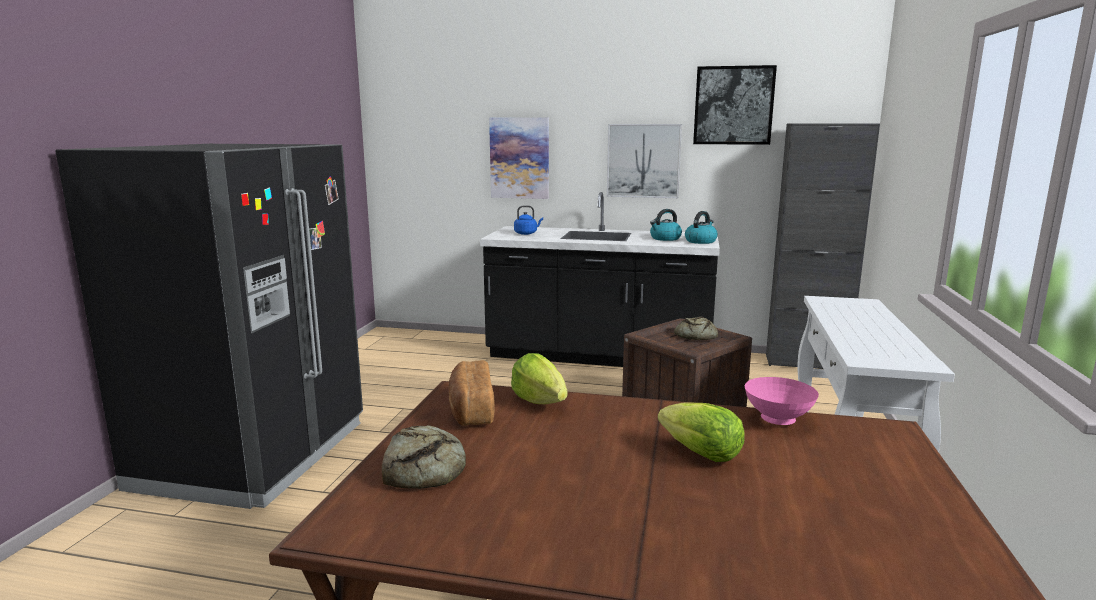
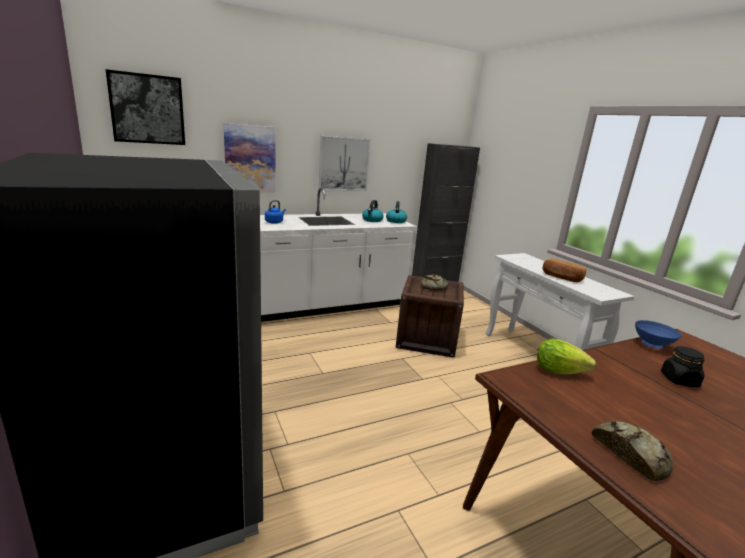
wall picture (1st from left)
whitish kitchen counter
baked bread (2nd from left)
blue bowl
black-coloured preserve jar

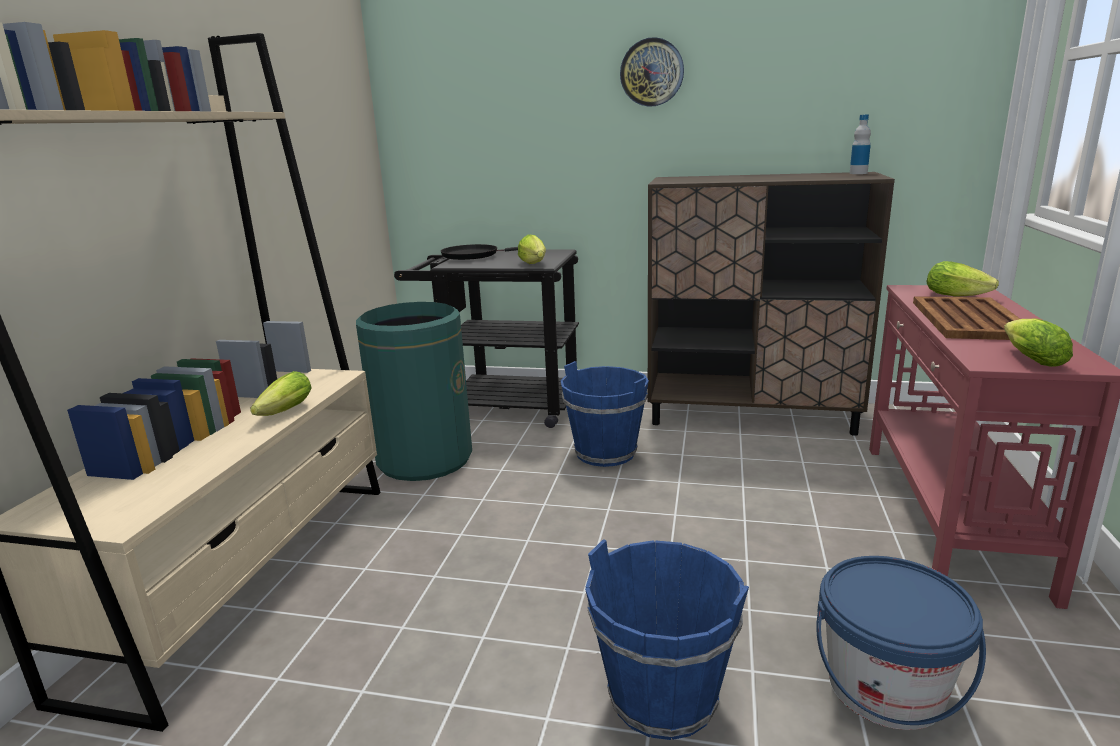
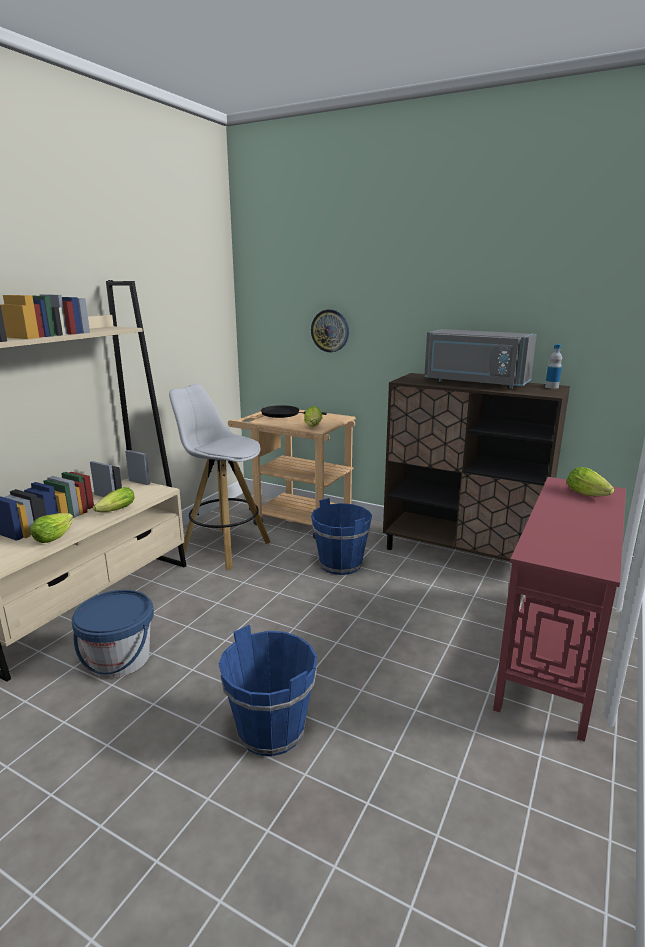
clock on the wall
sand-coloured trolley
brown-coloured serving tray
whitish sitting stool
head of lettuce (1st from left)
blue bucket (1st from left)
grey kitchen microwave

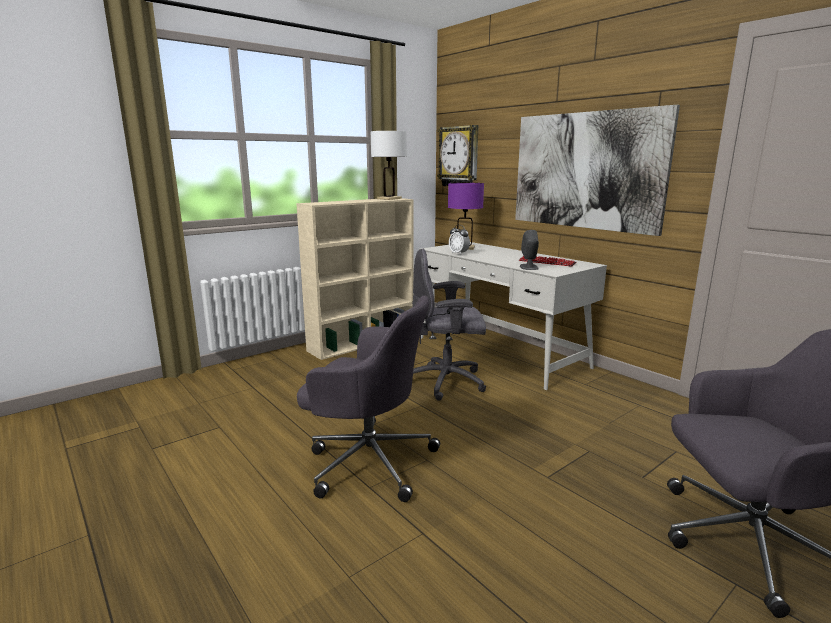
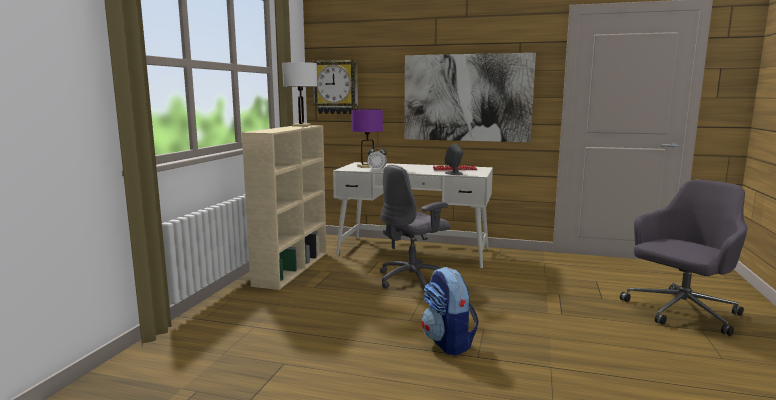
backpack

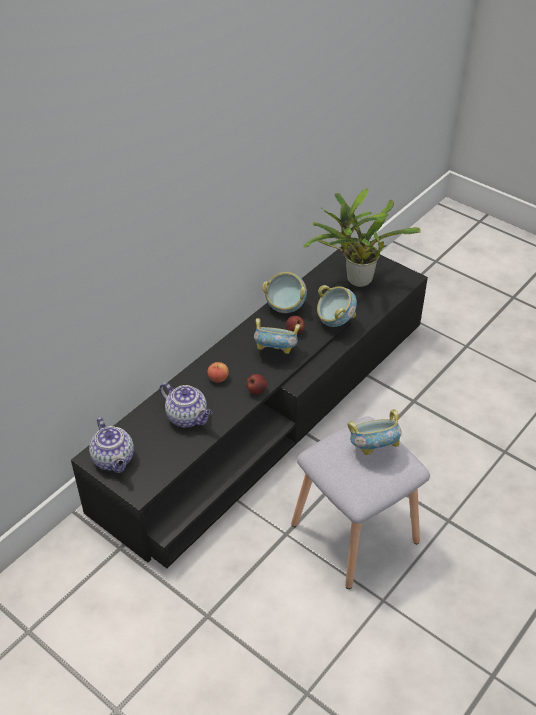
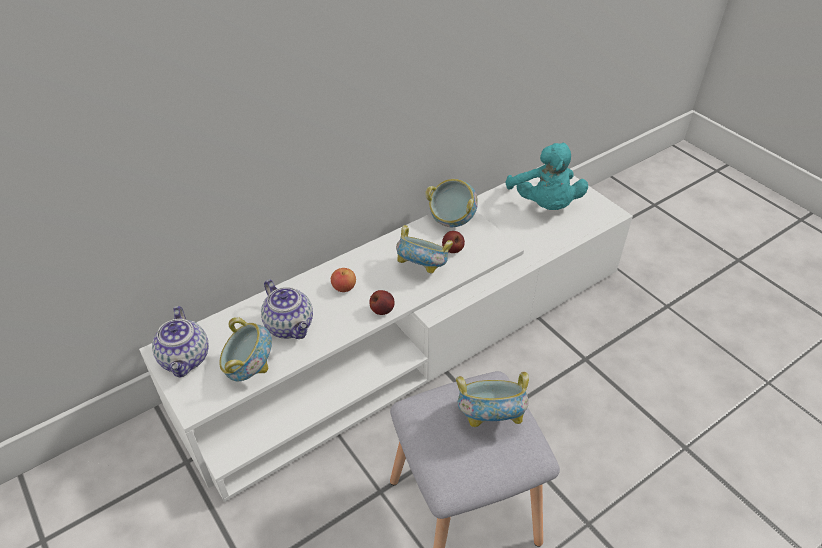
turquoise plush toy
whitish media console
bowl (1st from left)

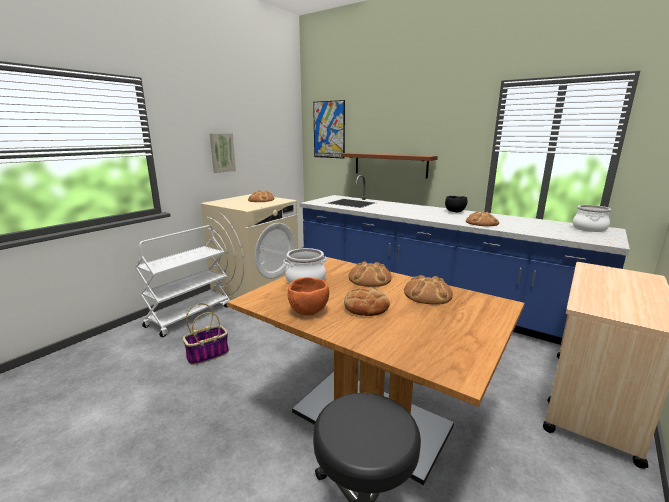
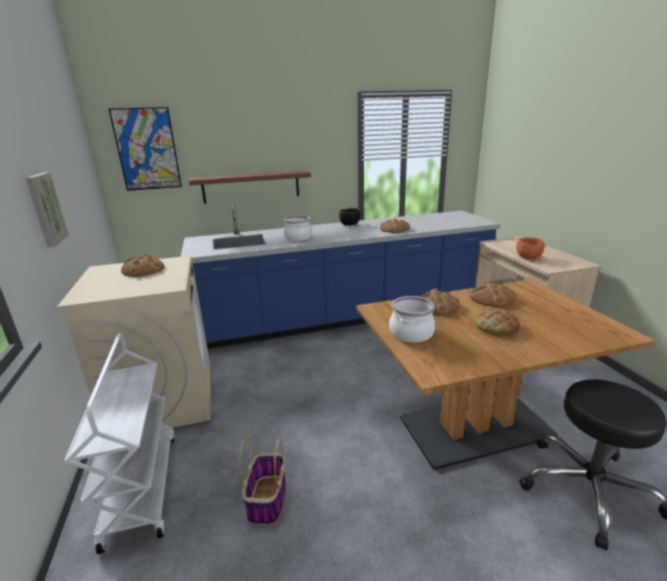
stockpot (1st from left)
orange-coloured bowl

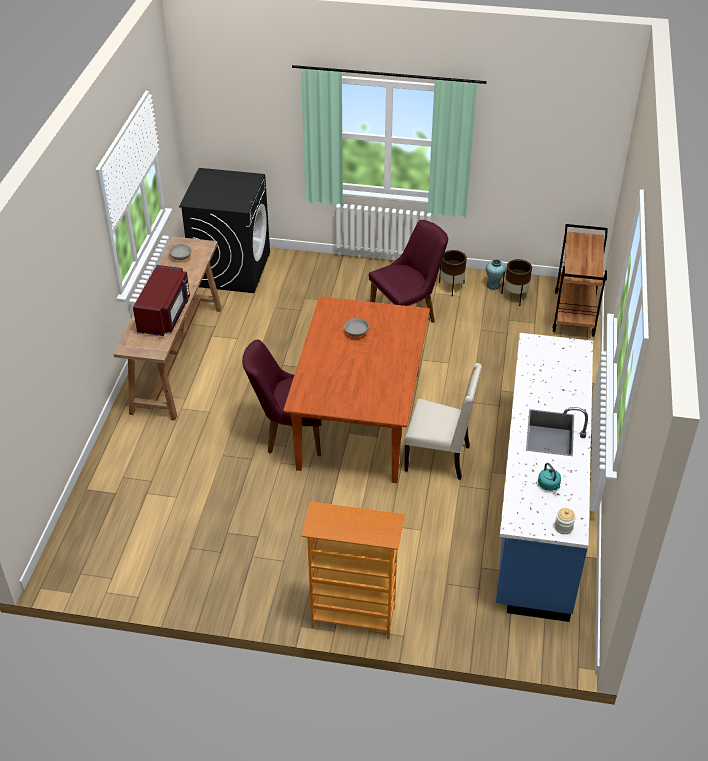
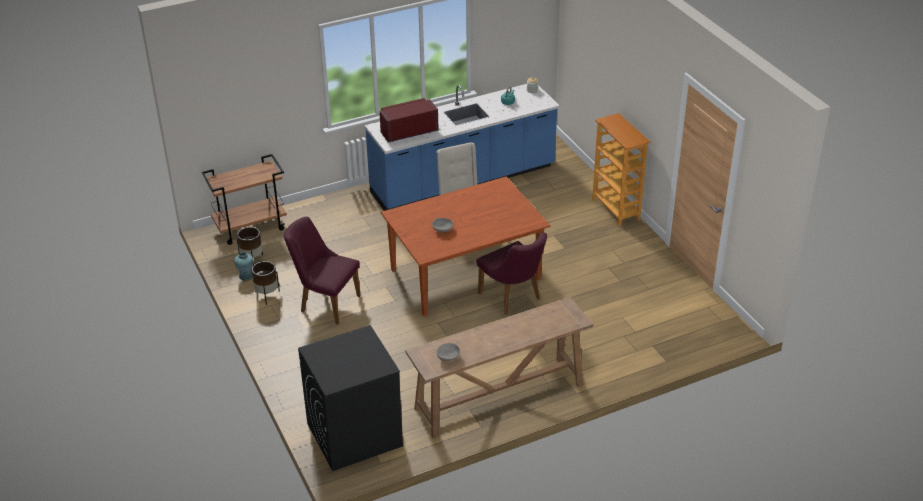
red-coloured kitchen microwave

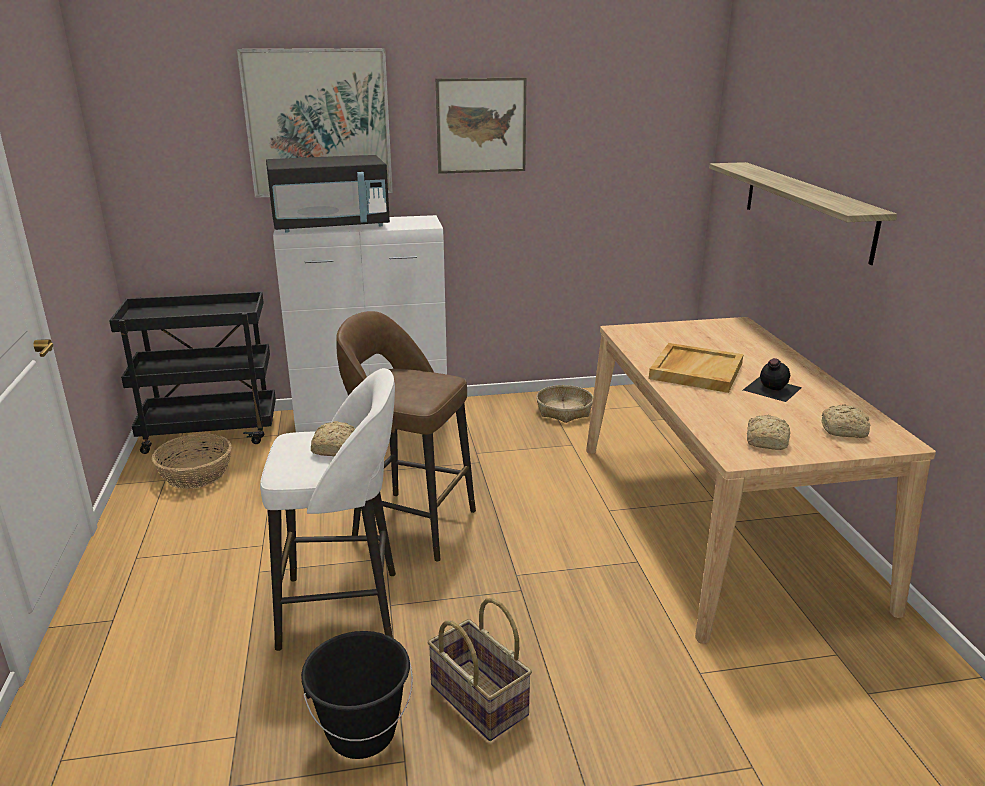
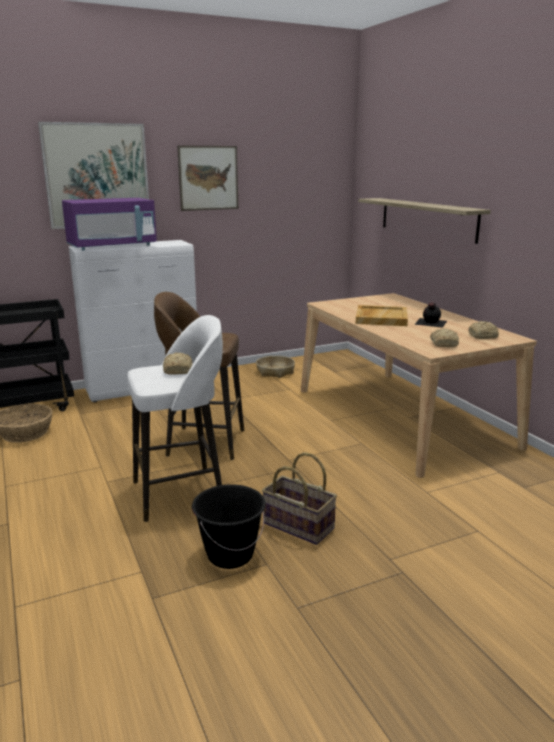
purple-coloured kitchen microwave

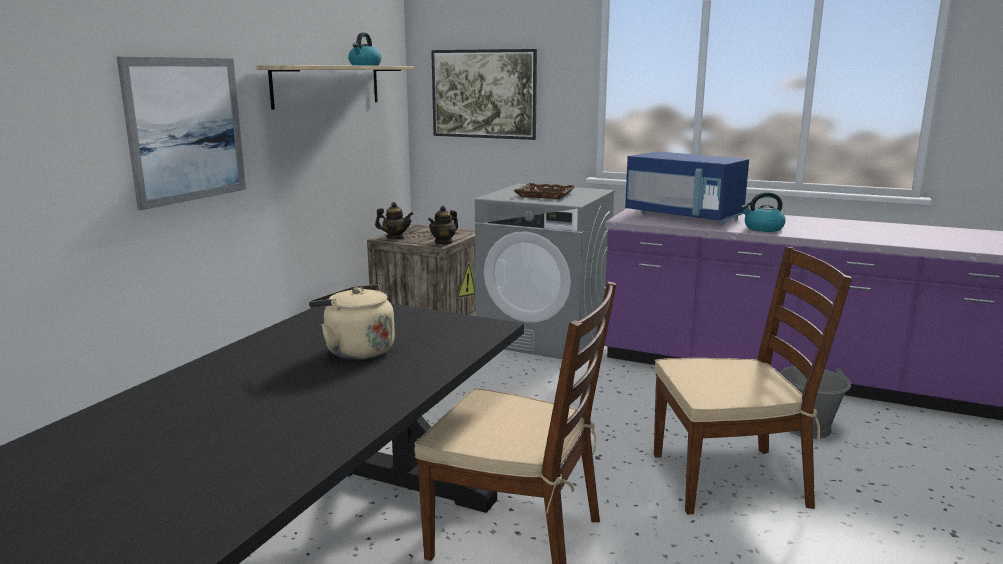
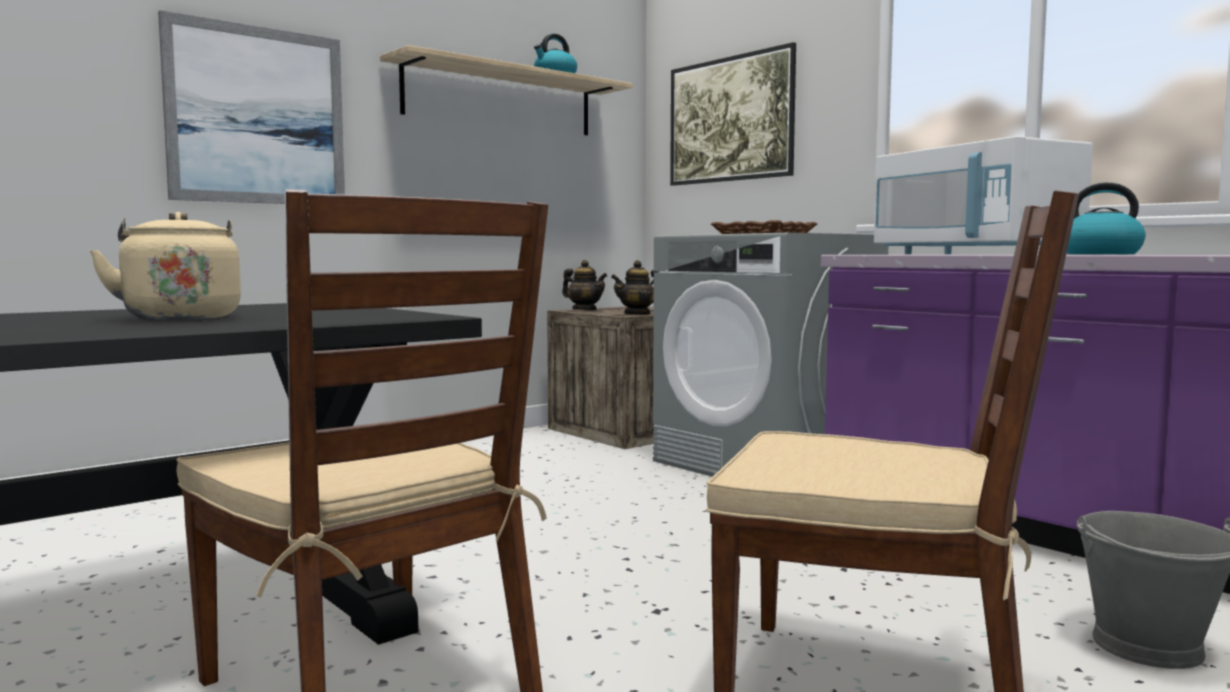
whitish kitchen microwave

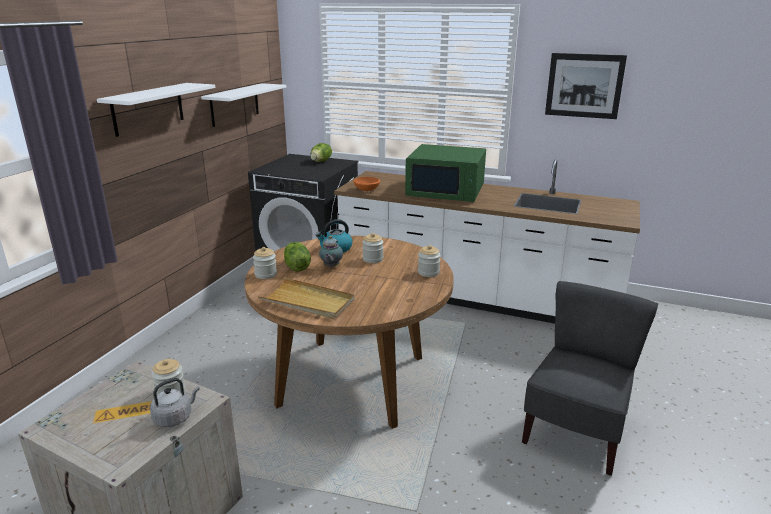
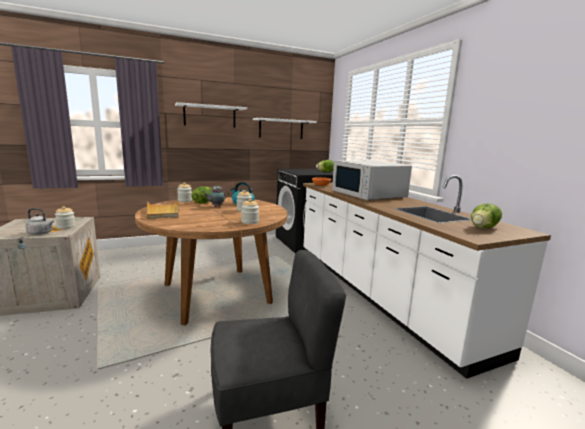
wall picture
whitish kitchen microwave
head of lettuce (3rd from left)

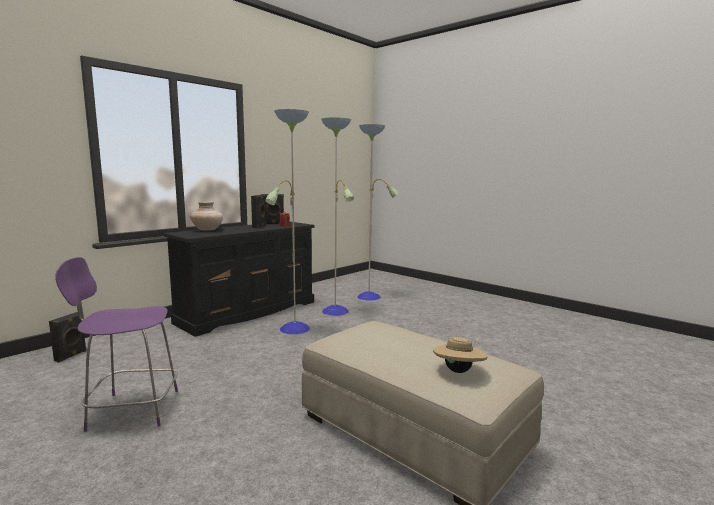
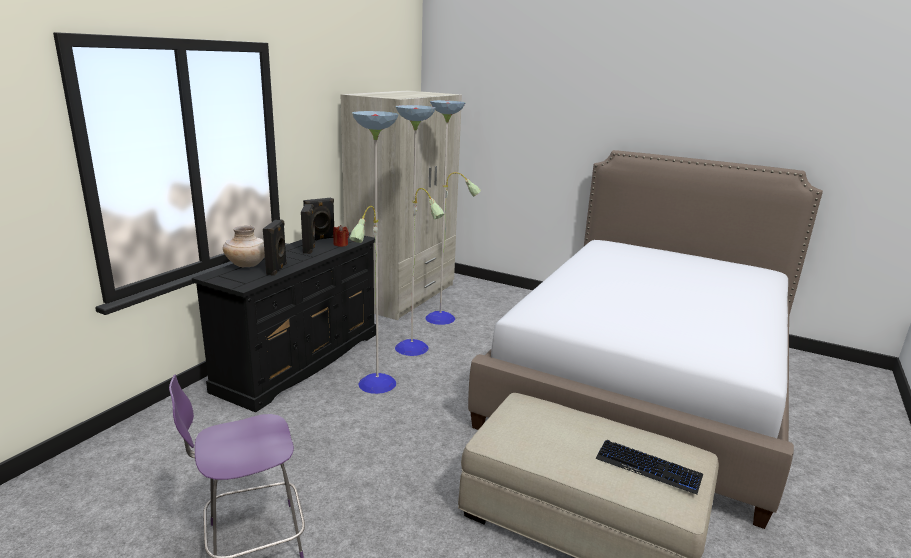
black-coloured speaker (1st from left)
PC keyboard
sand-coloured armoire
bed

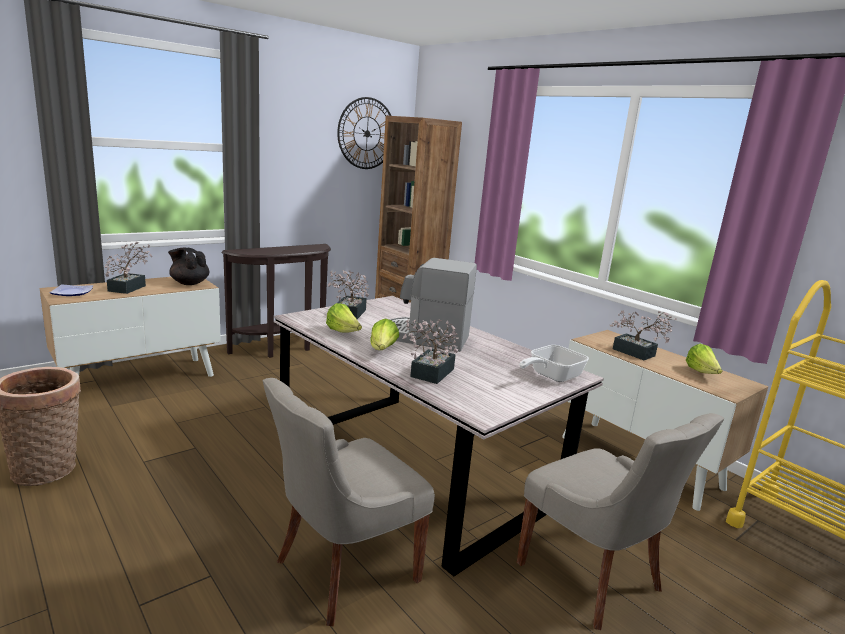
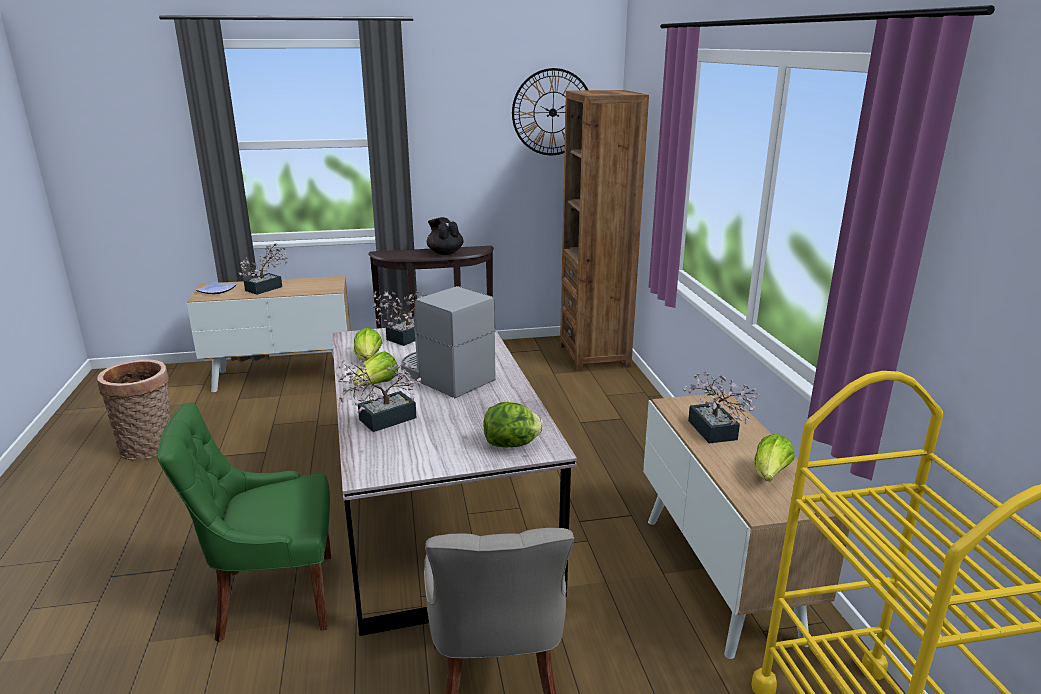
black-coloured pot for tea
head of lettuce (3rd from left)
greenish chair

